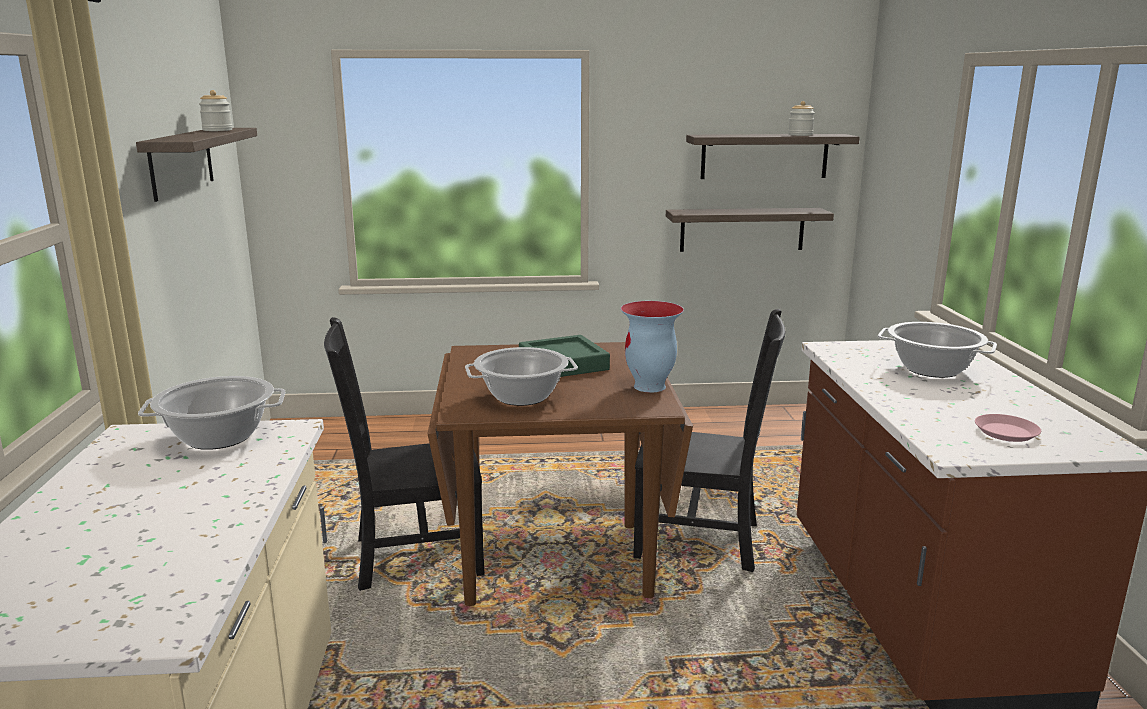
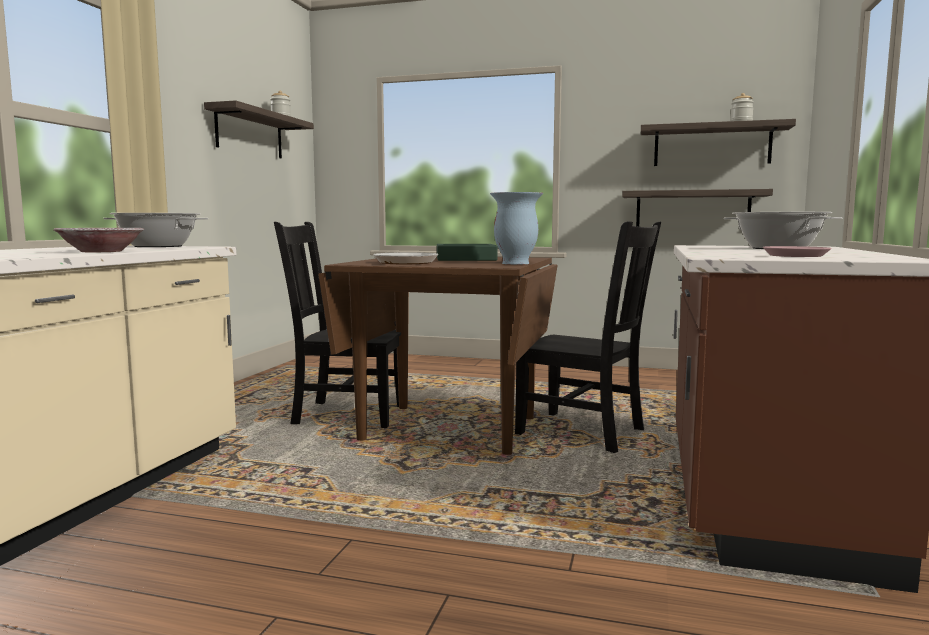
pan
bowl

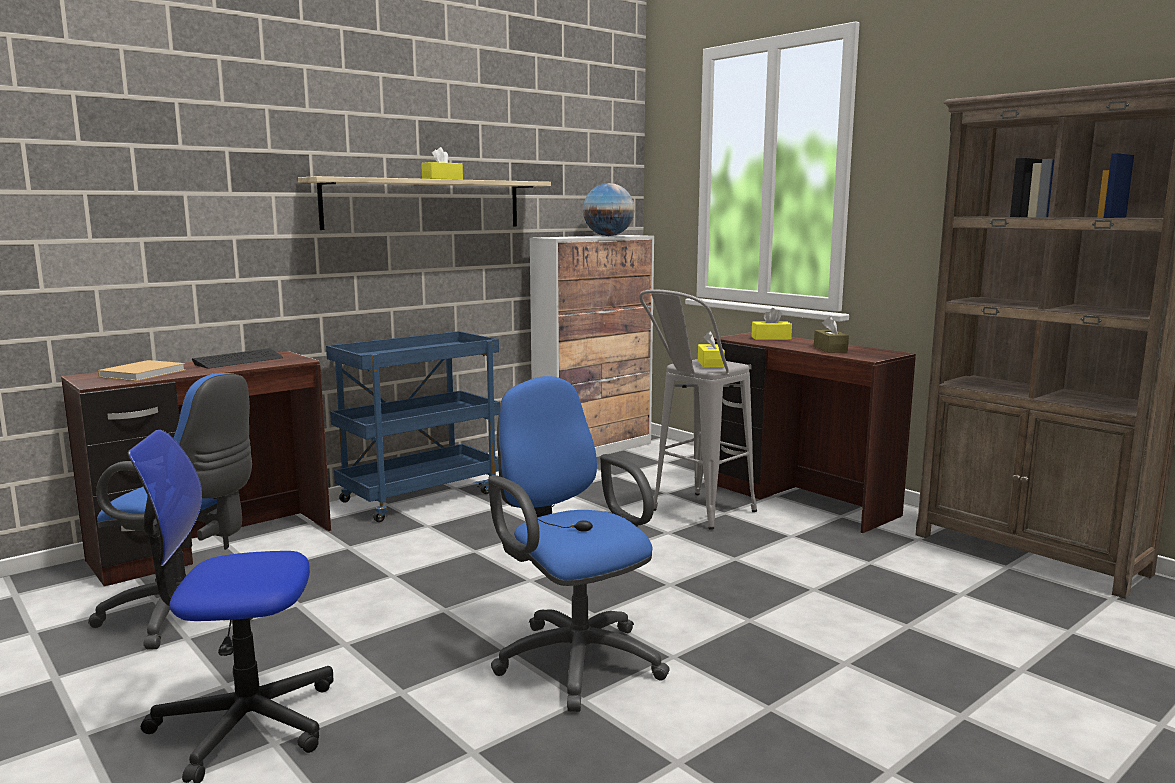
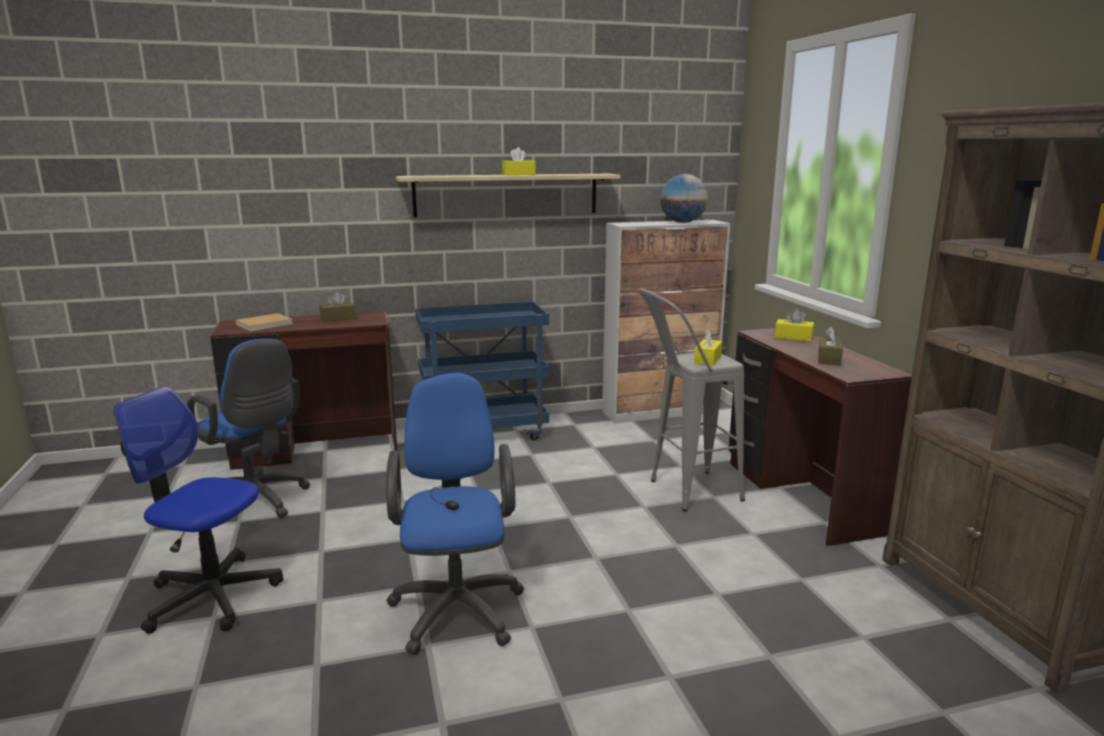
brown-coloured tissue box (1st from left)

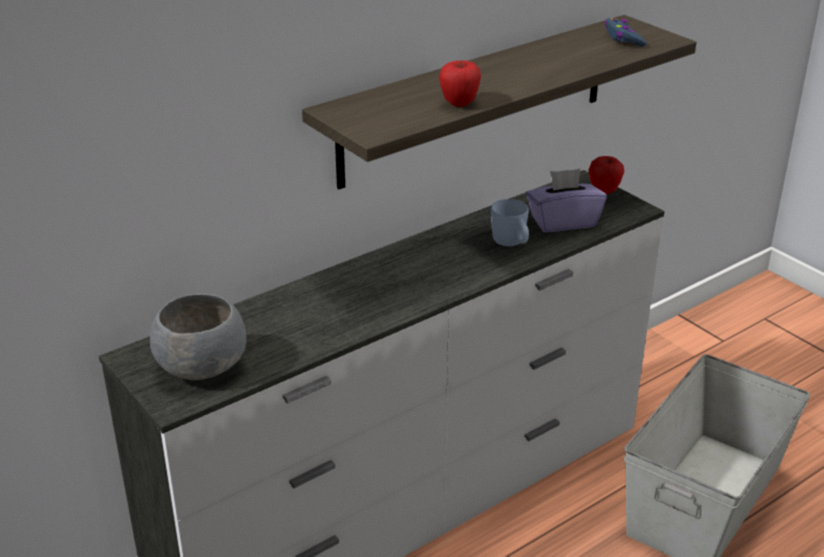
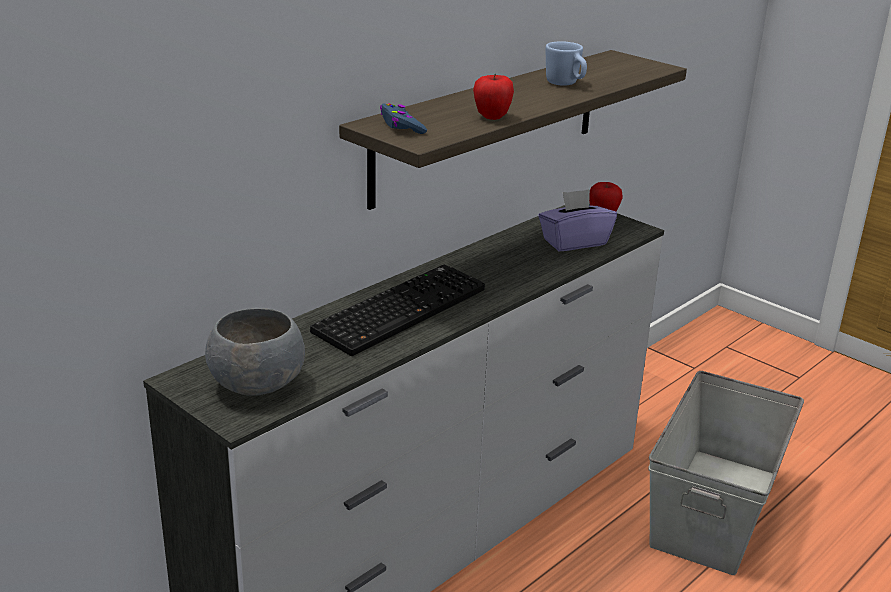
blue game controller
blue coffee mug
PC keyboard

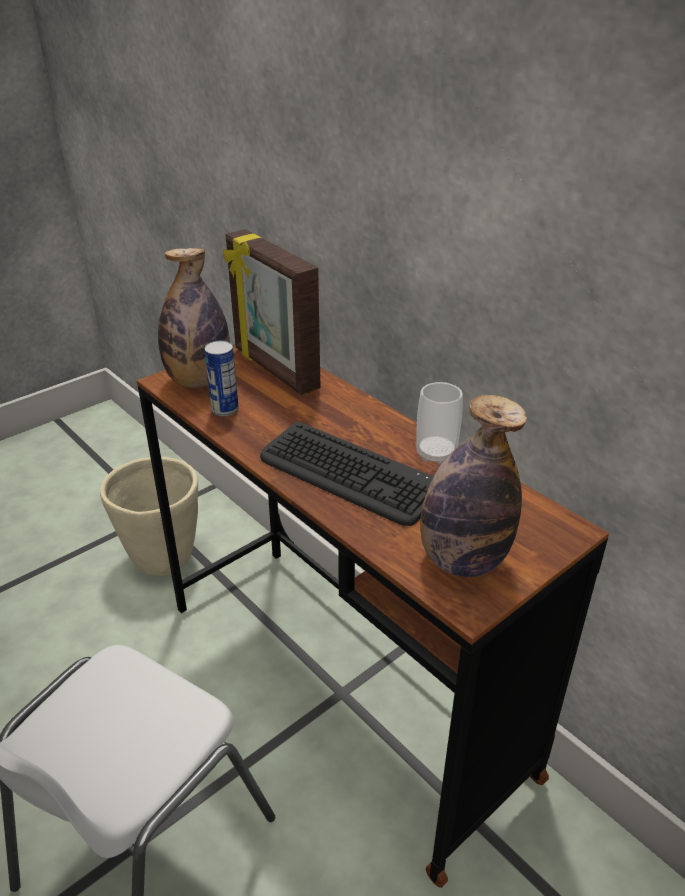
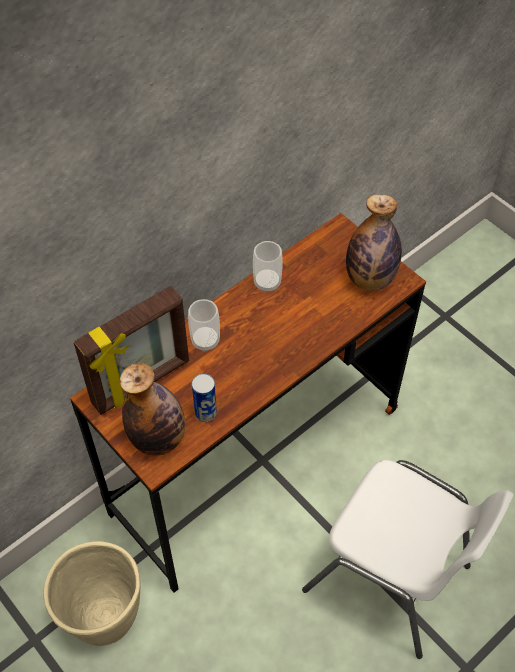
PC keyboard
drinking cup (1st from left)

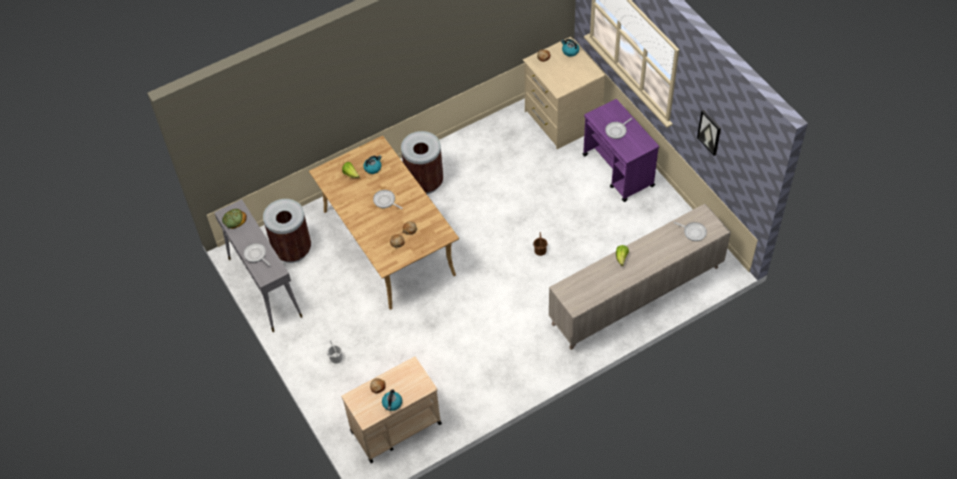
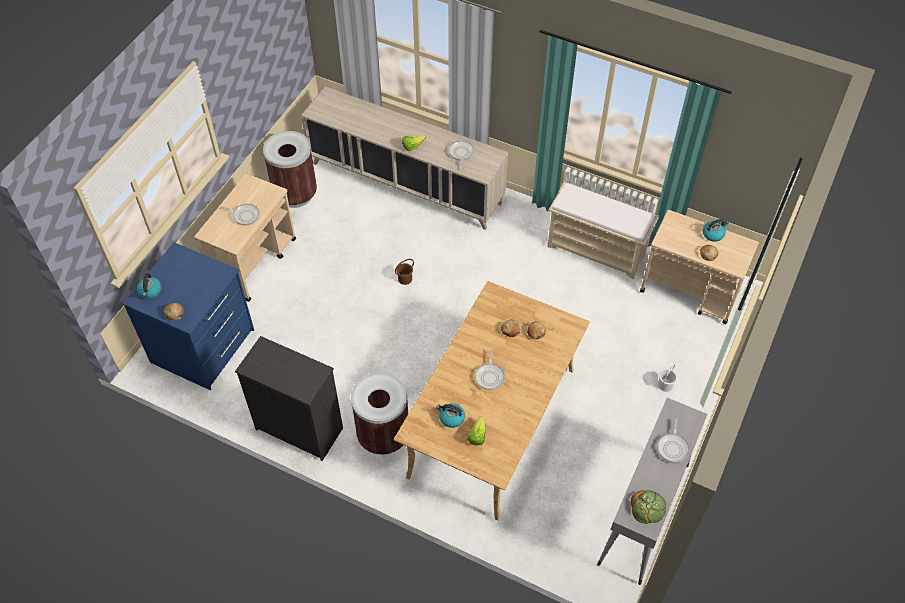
blue dresser
sand-coloured trolley (1st from left)
wall picture
brown-coloured rubbish bin (1st from left)
pan (2nd from left)
sand-coloured long seat
black-coloured dresser

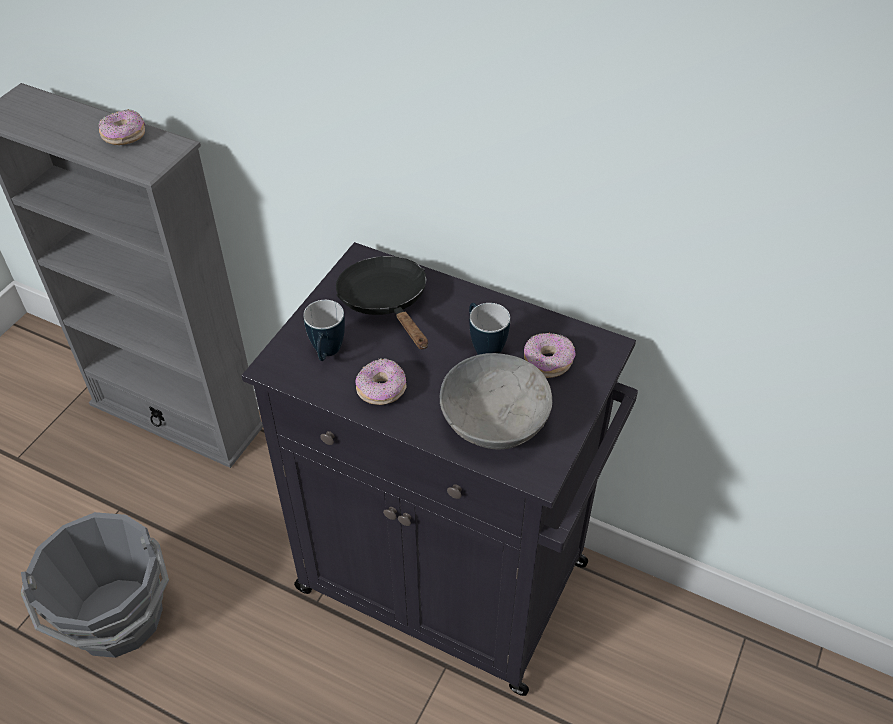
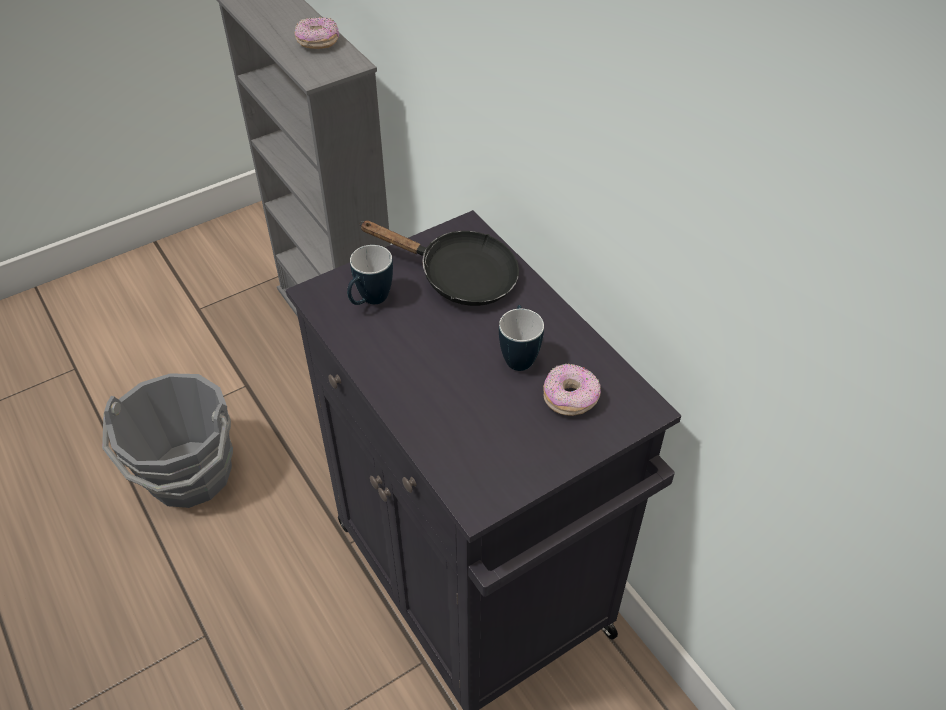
black-coloured pan
grey bowl
doughnut (2nd from left in the first image)

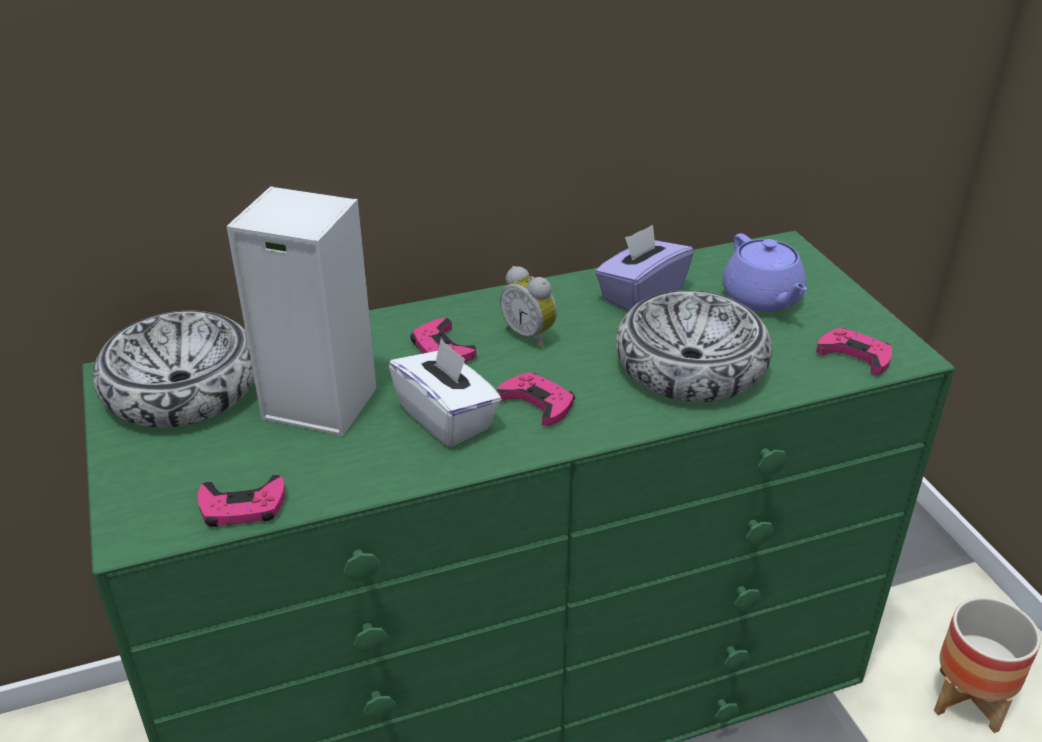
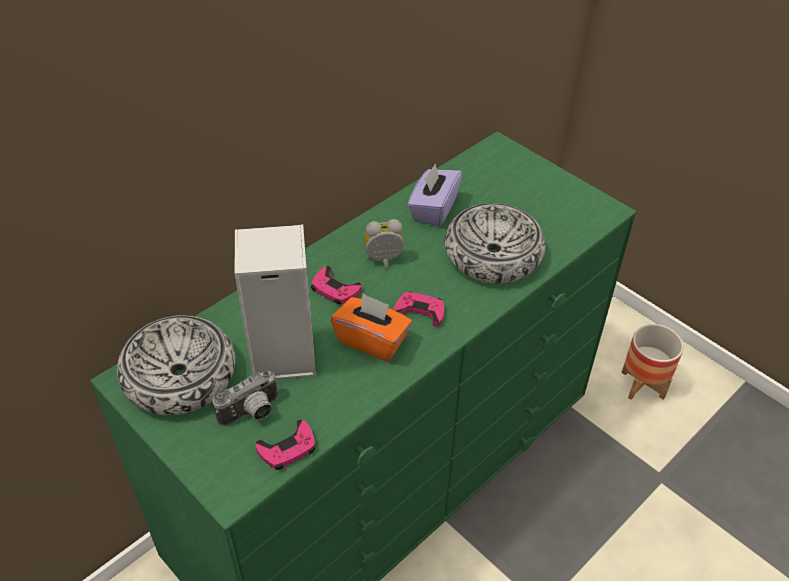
purple-coloured pot for tea
alarm clock
pinkish game controller (4th from left in the first image)
orange-coloured tissue box
photo camera

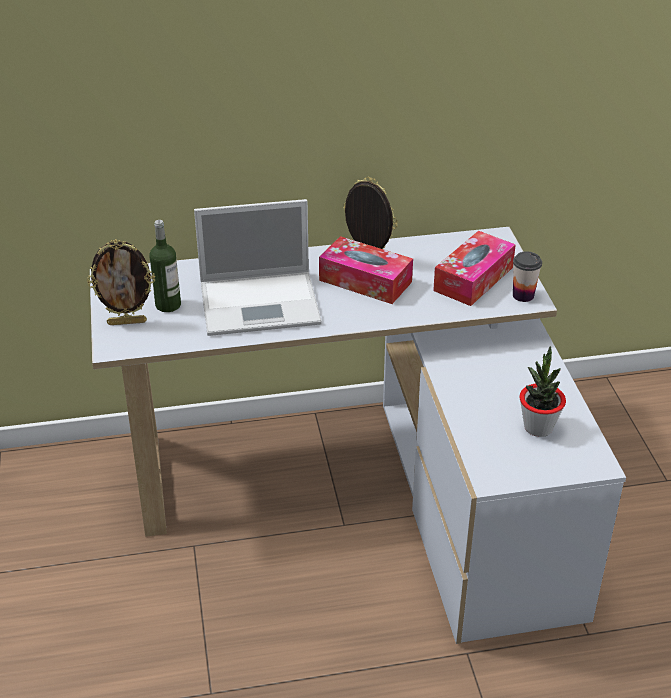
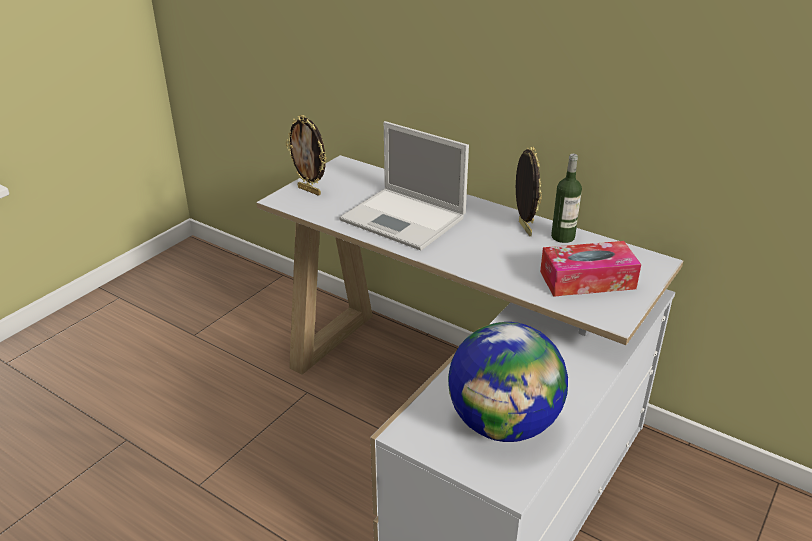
beverage bottle
tissue box (1st from left in the first image)
drinking cup
desk globe

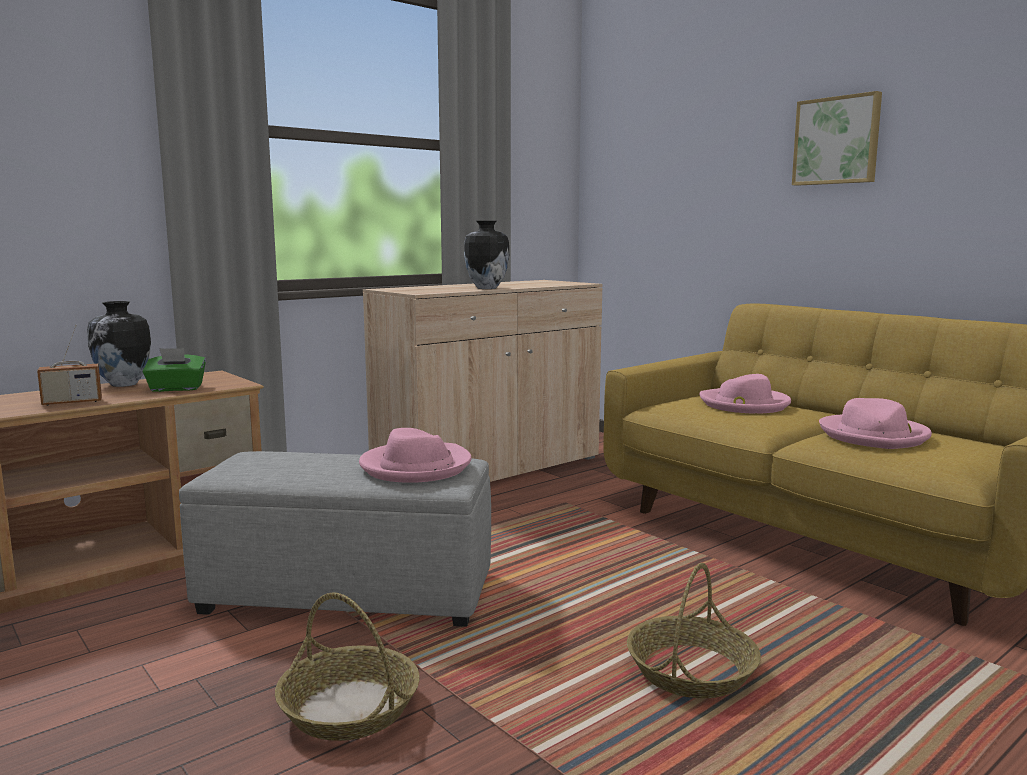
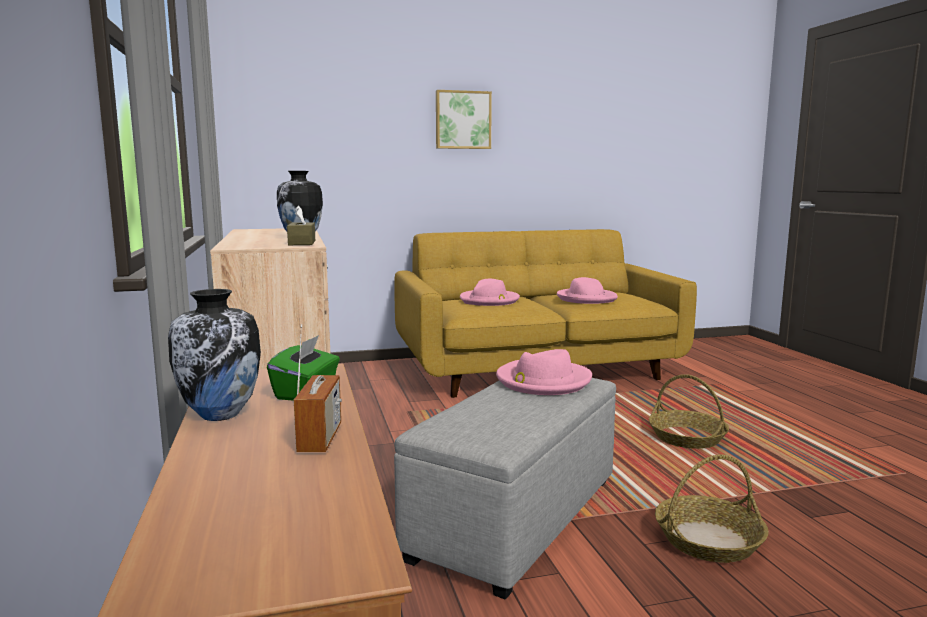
brown-coloured tissue box

